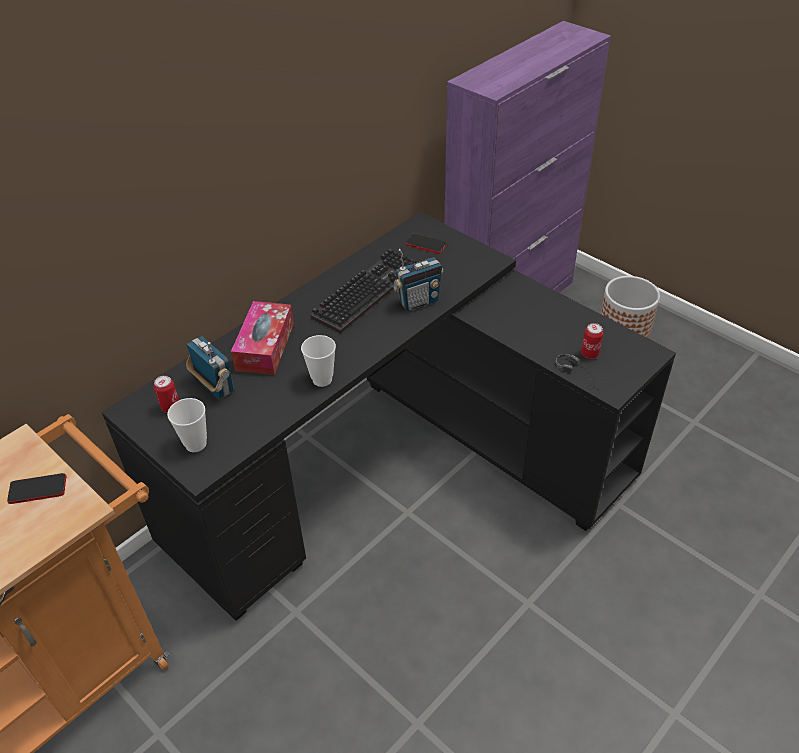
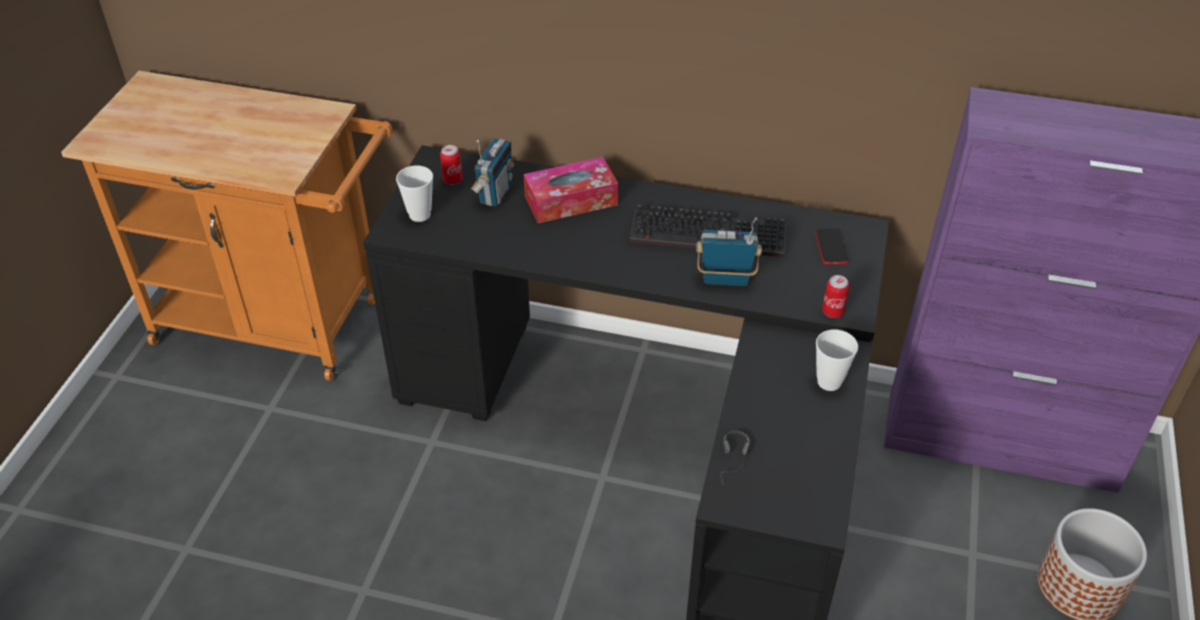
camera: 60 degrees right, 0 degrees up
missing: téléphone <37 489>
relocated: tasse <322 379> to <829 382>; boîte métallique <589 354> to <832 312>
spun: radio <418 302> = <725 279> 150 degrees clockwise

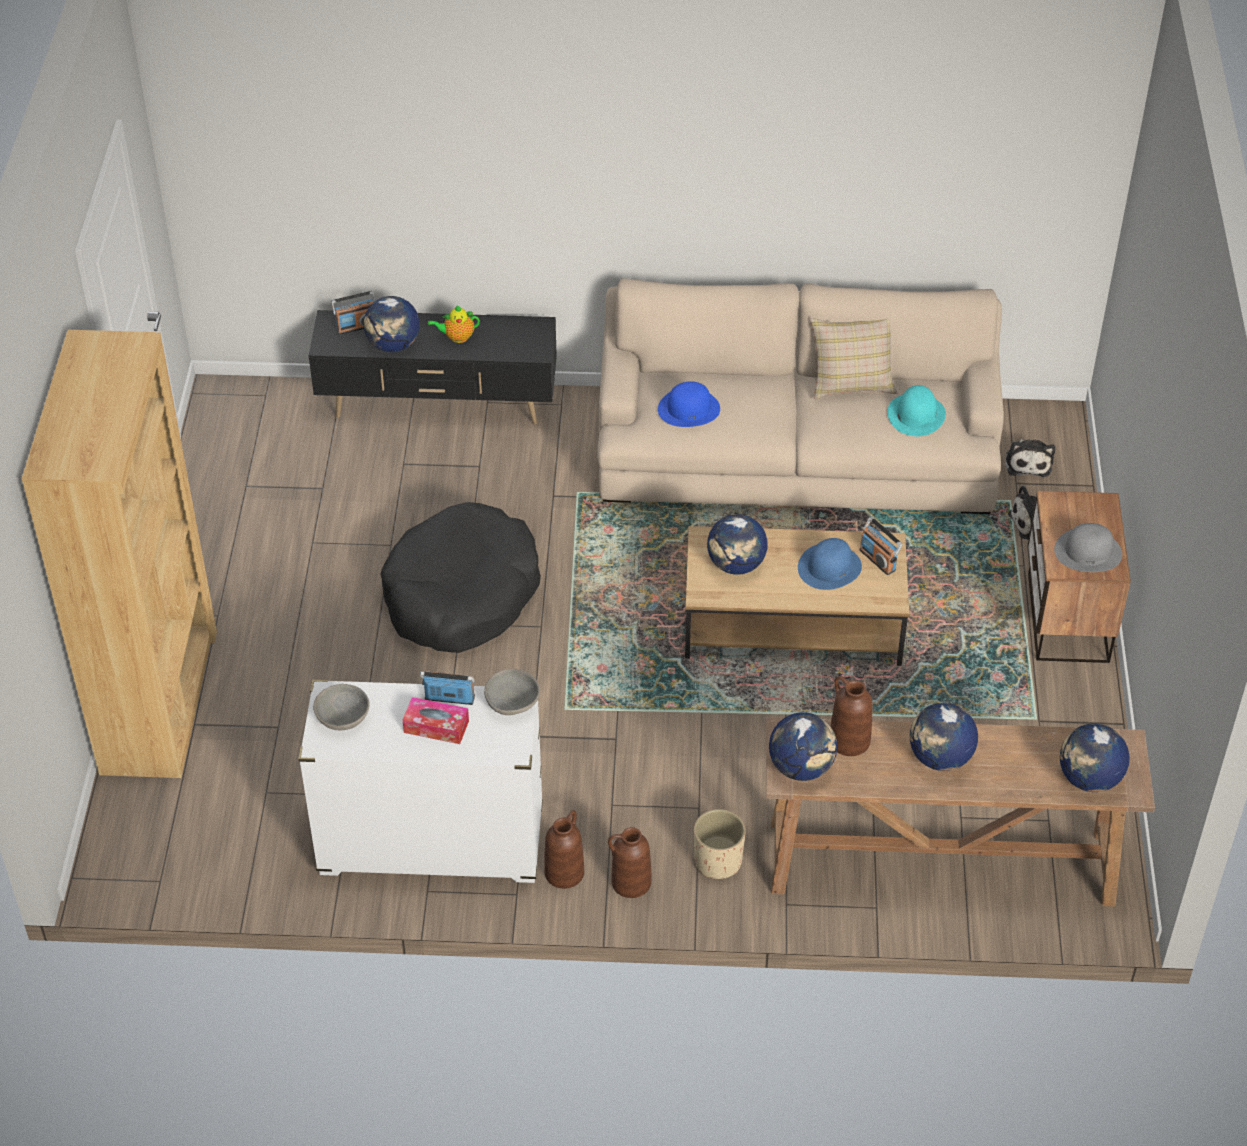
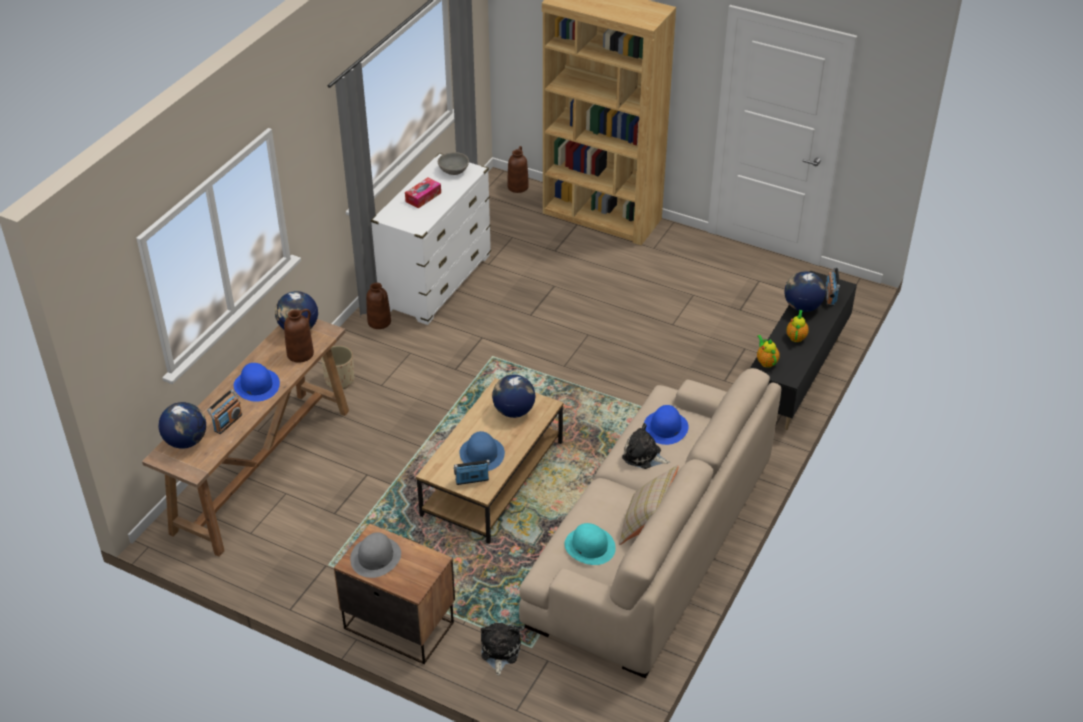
camera: 115 degrees right, 5 degrees down
missing: panier pour chien (noir) <461 595>; bol (gris) <512 704>
appeared: théière <766 361>
relocated: radio <449 698> to <227 422>; vase (marron) <630 882> to <517 186>; peluche <1028 462> to <643 456>
exchanged: globe <940 758> to chapeau (bleu) <256 385>

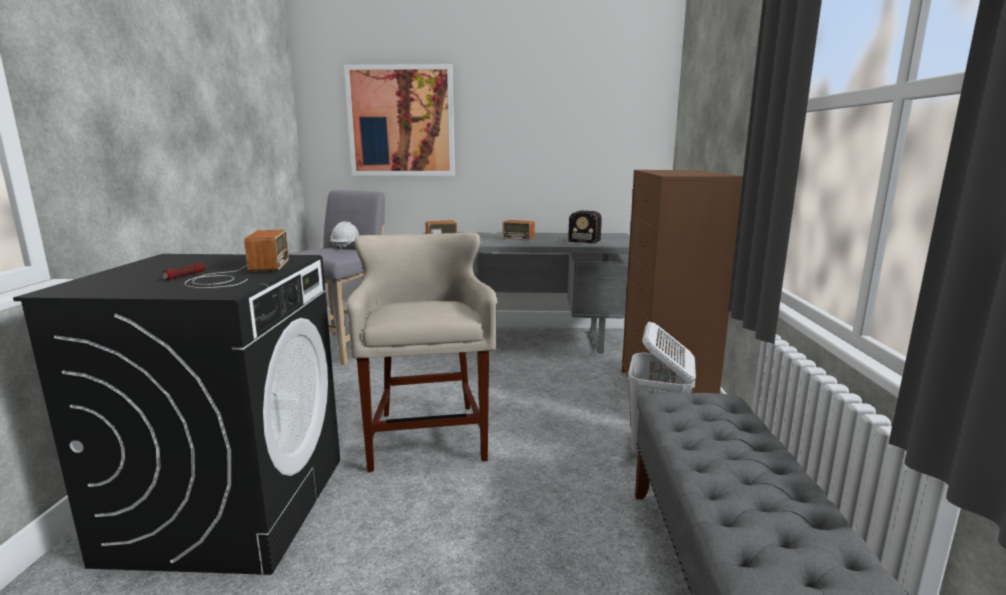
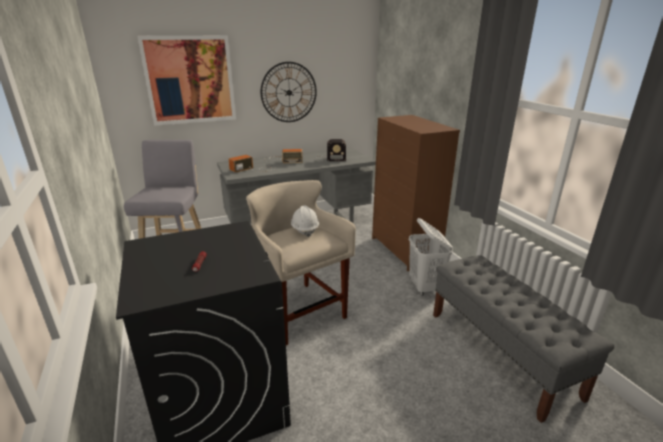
camera: 25 degrees left, 10 degrees up
missing: radio <240 274>
appeared: horloge murale <289 92>
relocated: casque de chantier (blanc) <346 247> to <304 229>

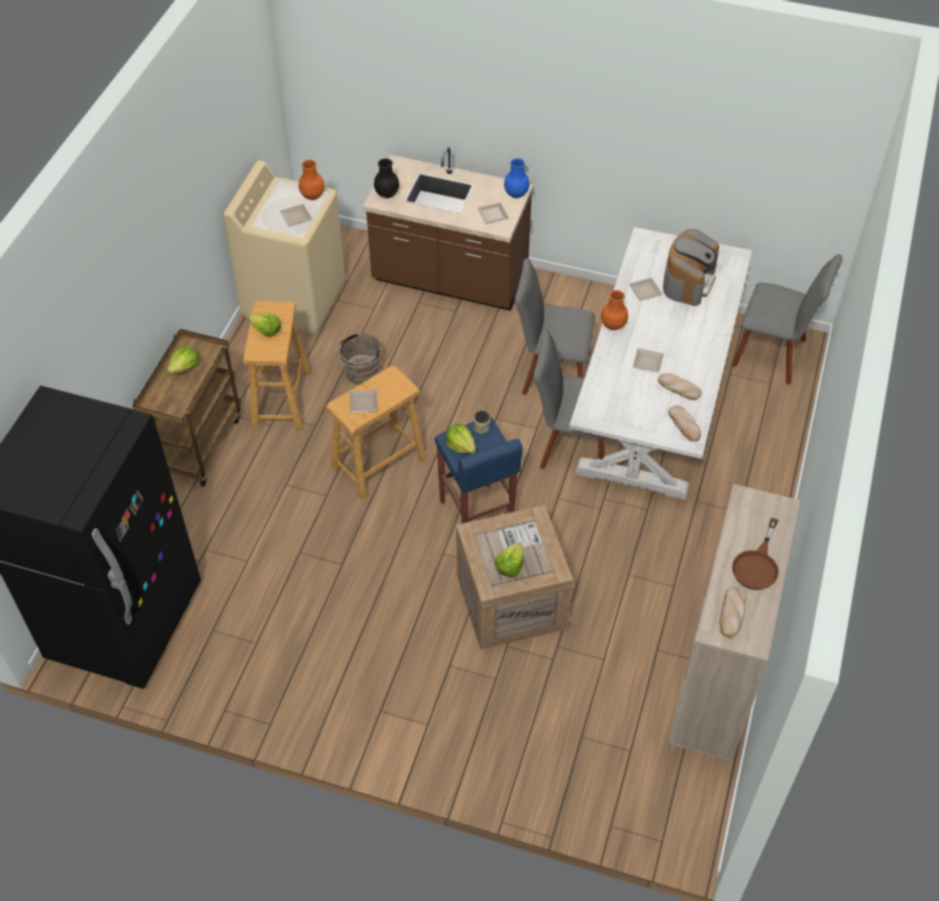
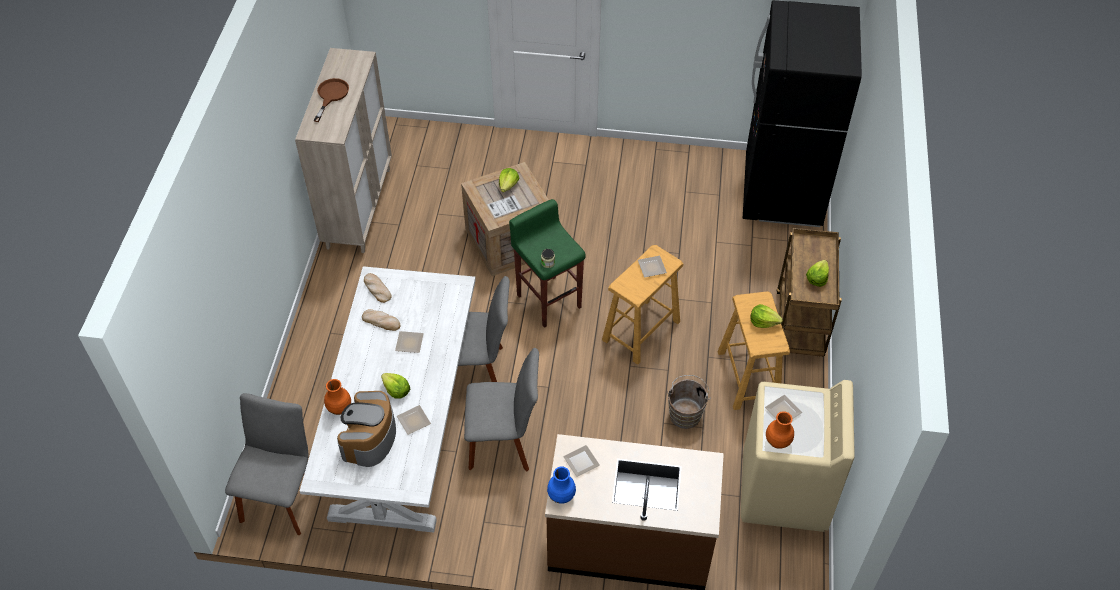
camera: 170 degrees right, 0 degrees up
missing: vase (noir) <387 194>; pain <732 613>
relocated: vase (orange) <613 325> to <339 408>; laitue <461 445> to <396 390>
colour: tabouret (bleu) <476 514> to tabouret (vert) <549 300>
spun: chaise (gris) <773 355> = <282 497> 90 degrees clockwise

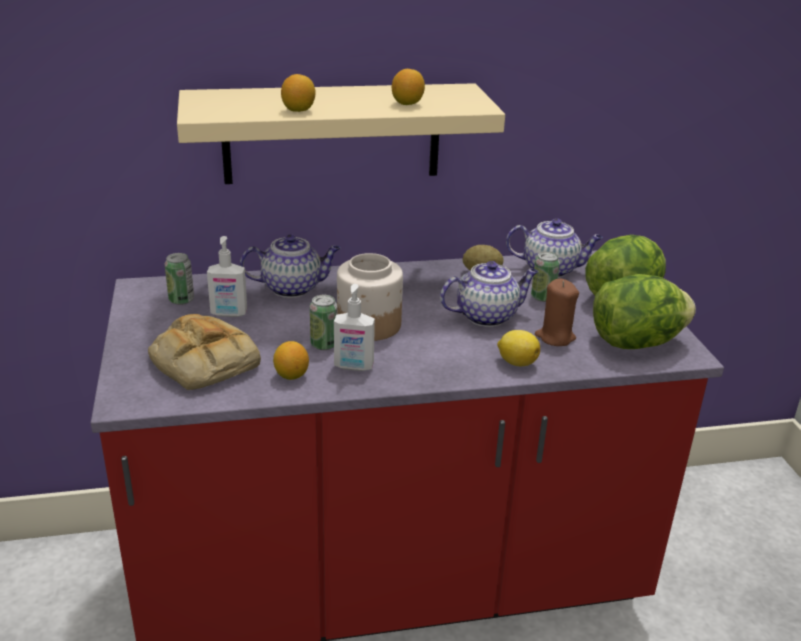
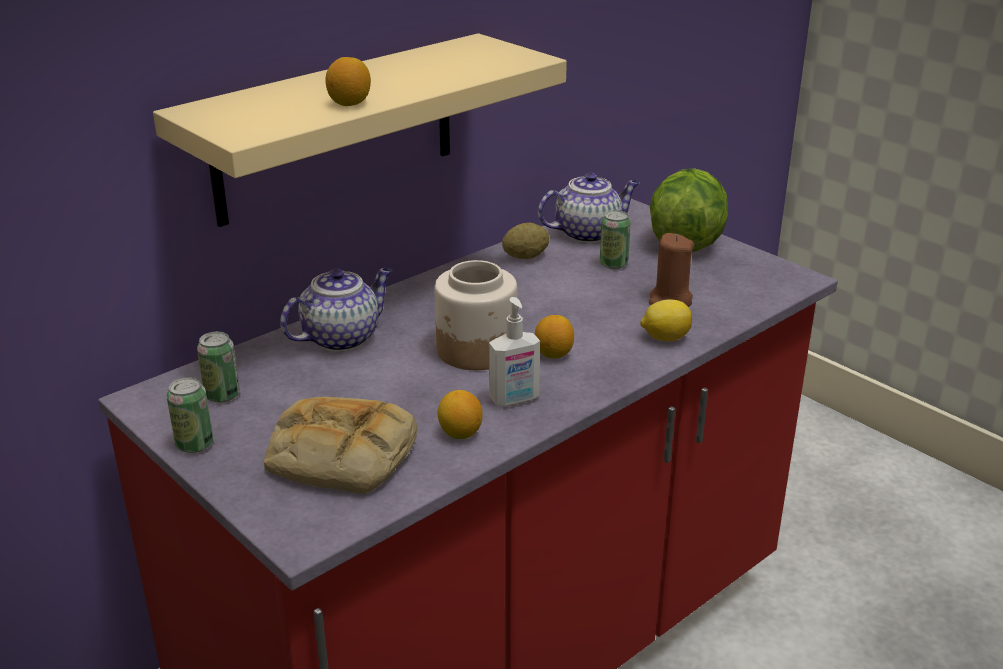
camera: 30 degrees left, 0 degrees up
missing: distributeur de savon <229 314>; théière <487 316>; laitue <636 342>
relocated: boîte métallique <324 345> to <194 445>; citron <407 103> to <553 354>

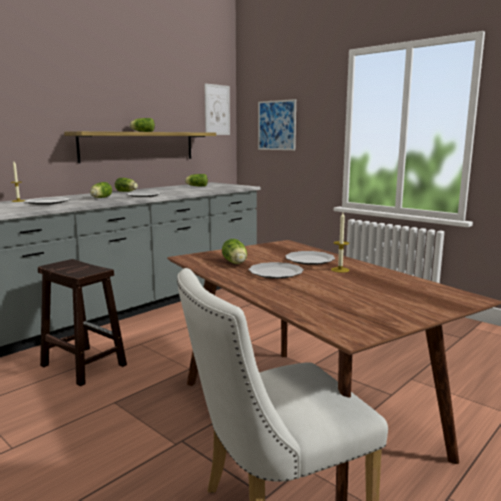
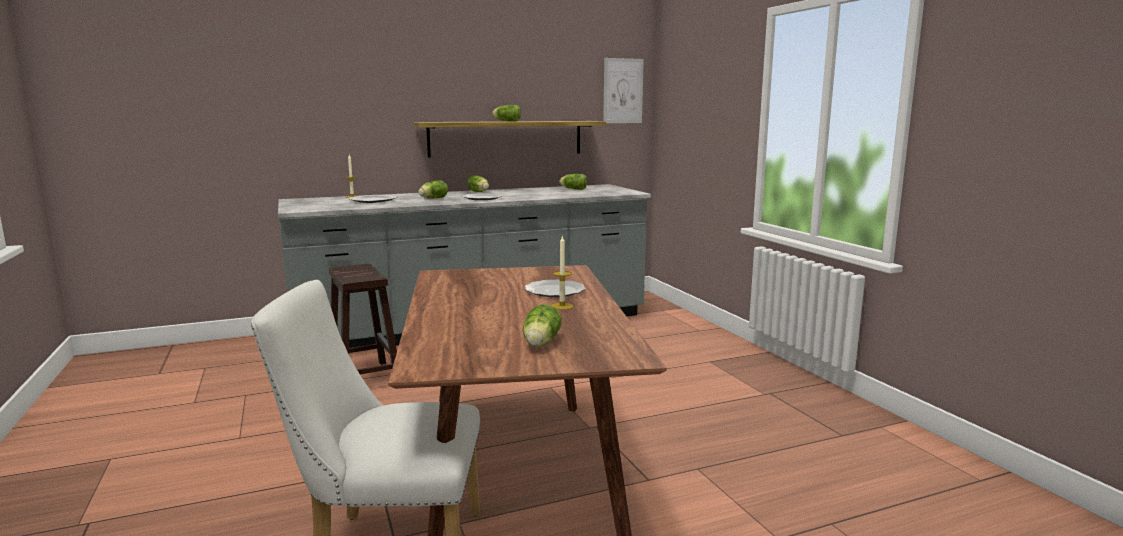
camera: 25 degrees right, 0 degrees up
missing: assiette <276 273>; tableau <276 125>
relocated: laitue <235 263> to <540 344>

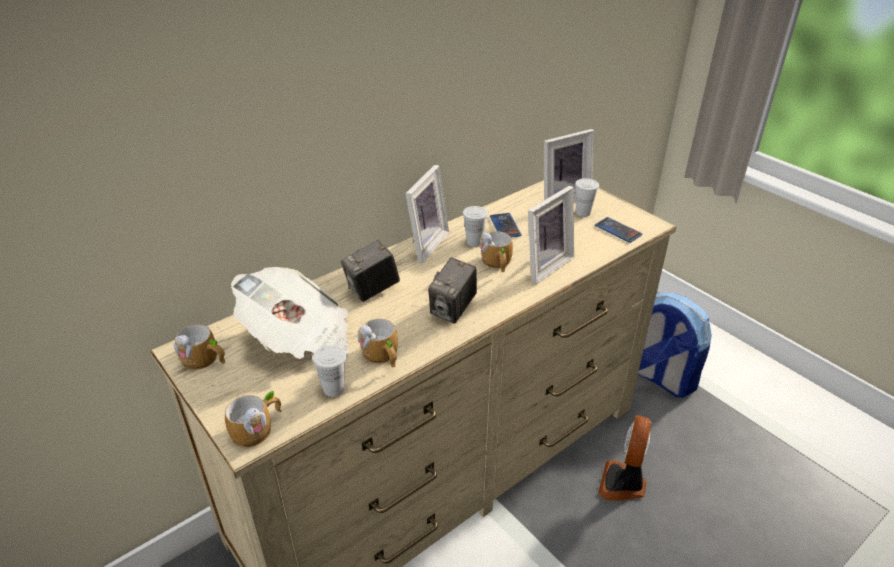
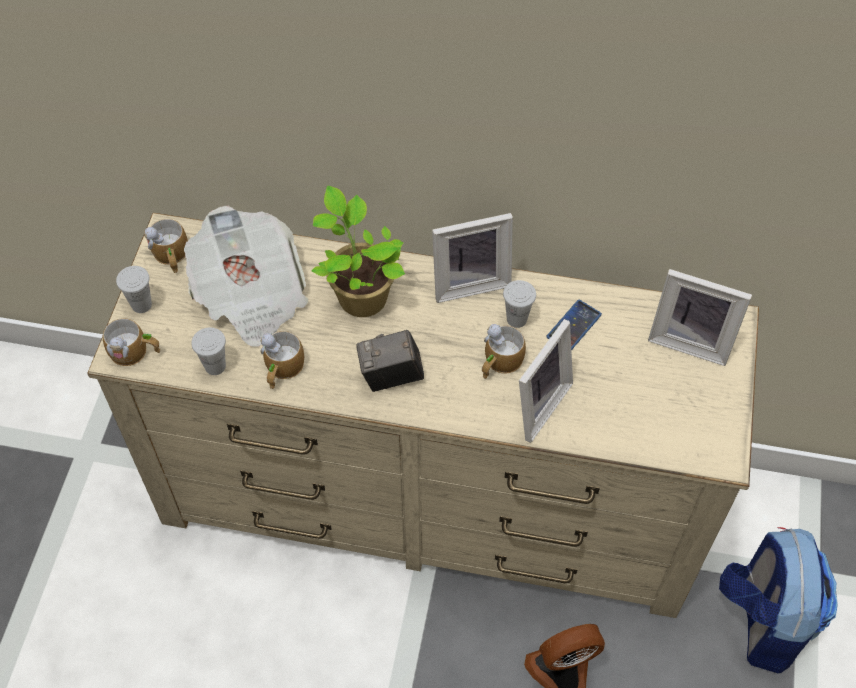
camera: 50 degrees right, 20 degrees up
missing: téléphone <618 230>
relocated: tasse (blanc) <583 212> to <141 304>
exchanged: appareil photo <372 290> to plante en pot <360 295>
spun: cadre photo <543 265> = <535 404> 60 degrees counterclockwise

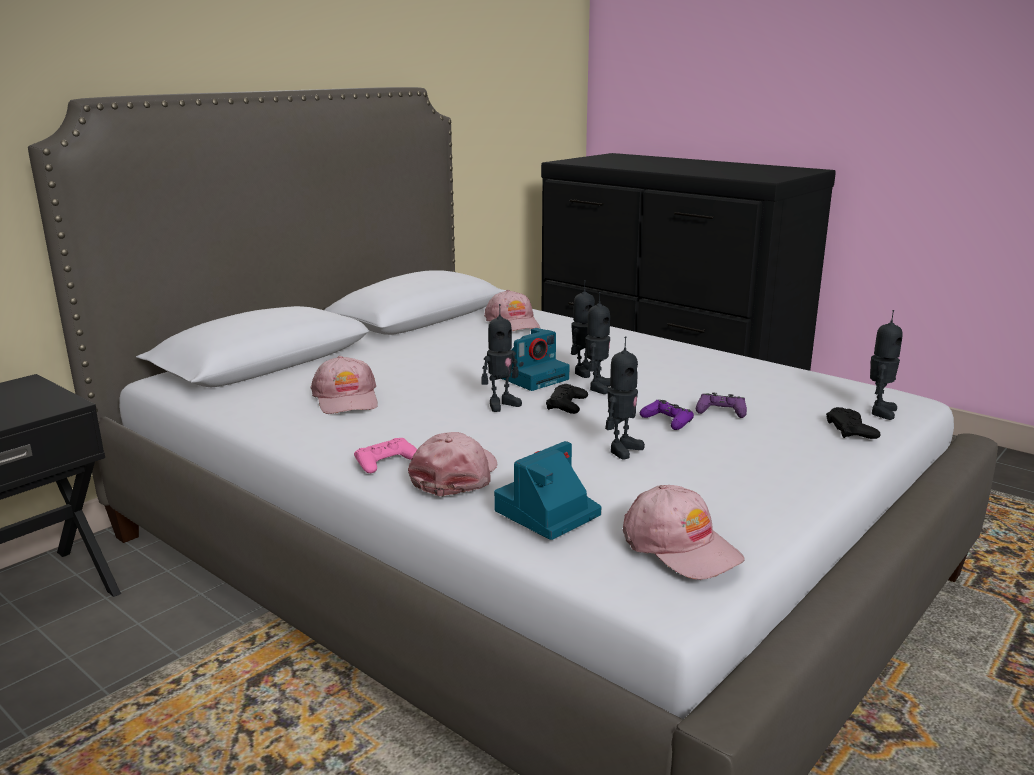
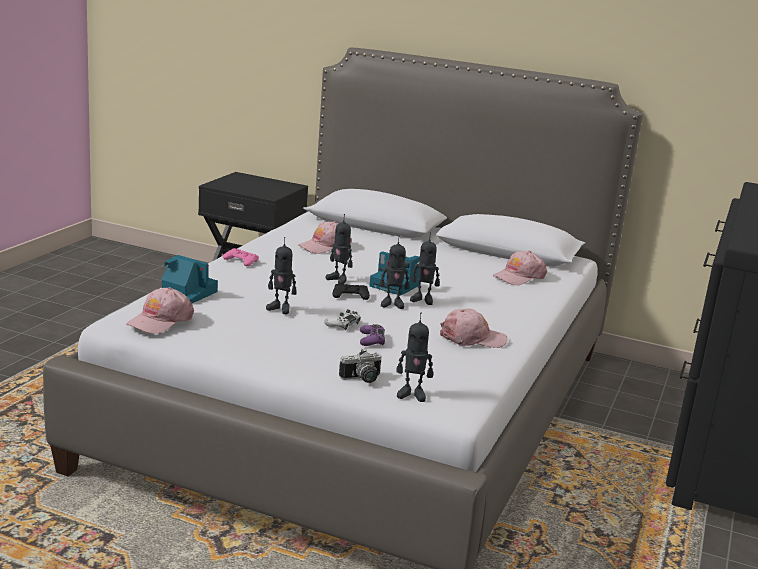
camera: 70 degrees right, 0 degrees up
relocated: casquette (rose) <456 475> to <472 338>
exchanged: manette (noir) <851 429> to appareil photo <362 379>
colour: manette (violet) <667 421> to manette (blanc) <343 324>

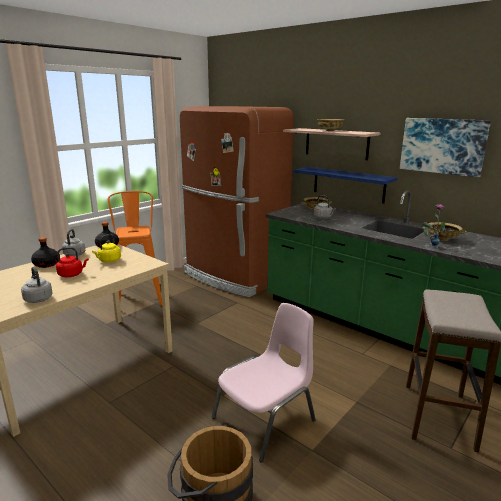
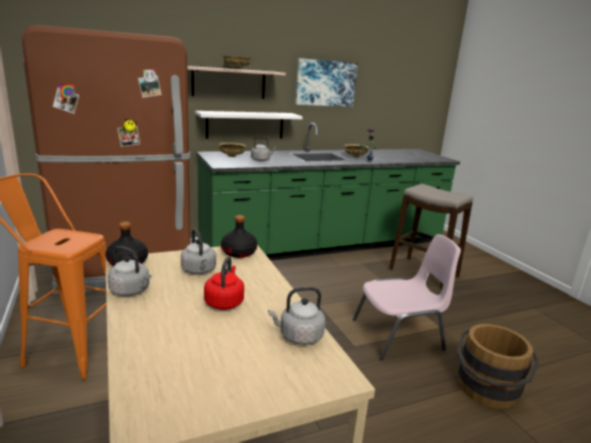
camera: 65 degrees left, 0 degrees up
relocated: bouteille (noir) <47 264> to <239 252>
colour: bouilloire (jaune) <108 261> to bouilloire (gris) <199 271>; étagère (bleu) <348 184> to étagère (blanc) <245 125>
spun: chaise (rose) <266 419> = <399 335> 90 degrees clockwise

